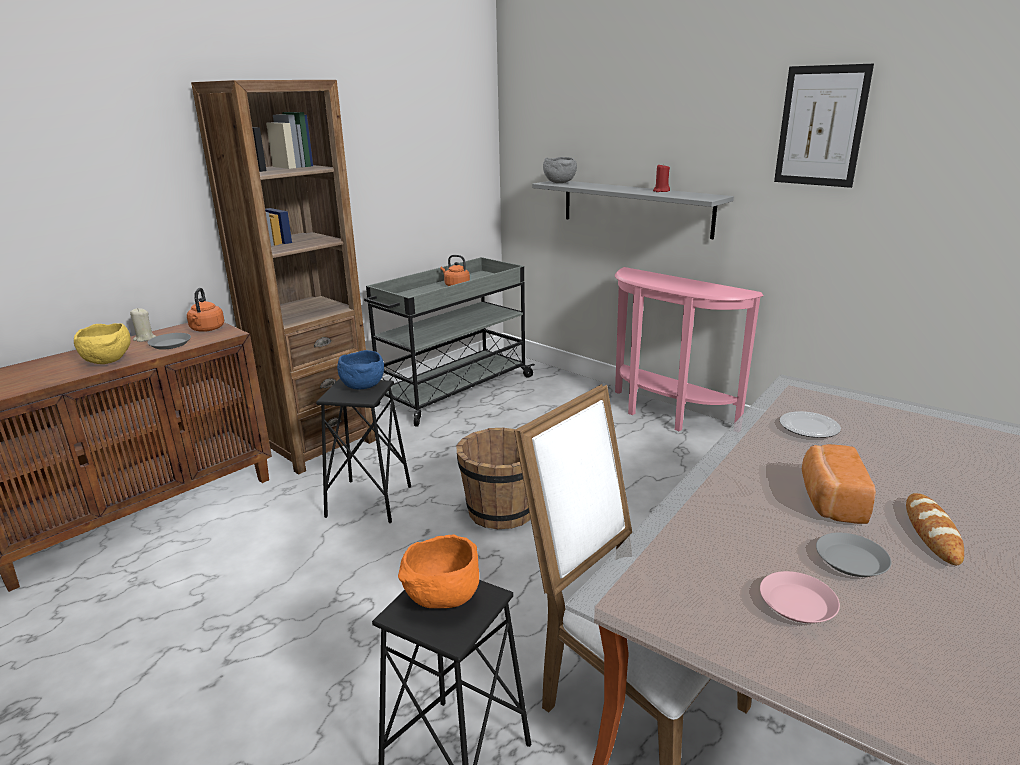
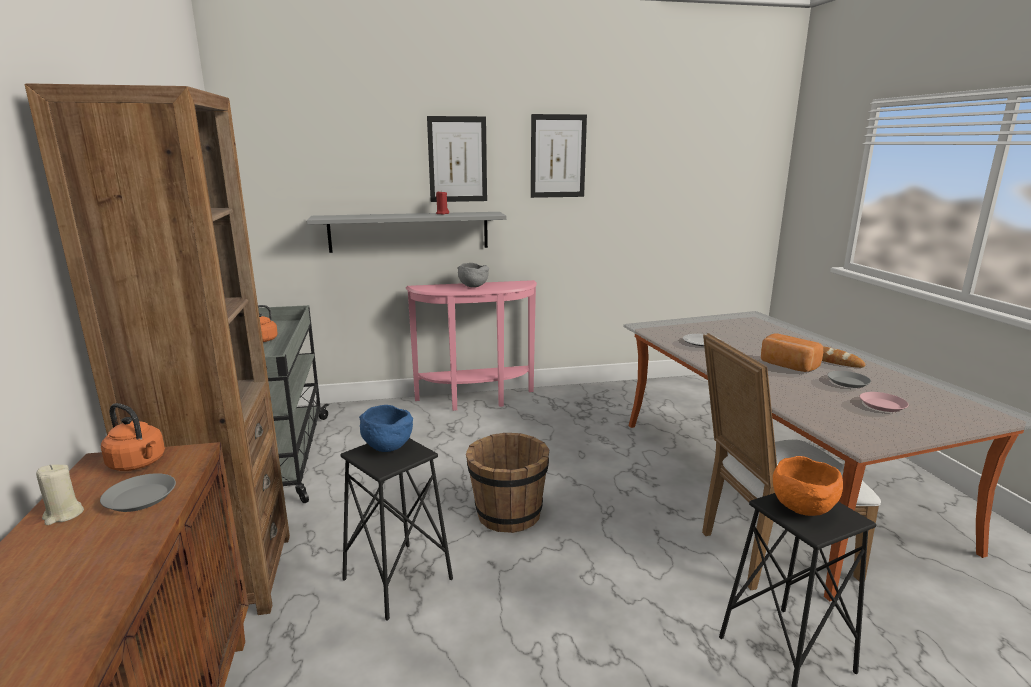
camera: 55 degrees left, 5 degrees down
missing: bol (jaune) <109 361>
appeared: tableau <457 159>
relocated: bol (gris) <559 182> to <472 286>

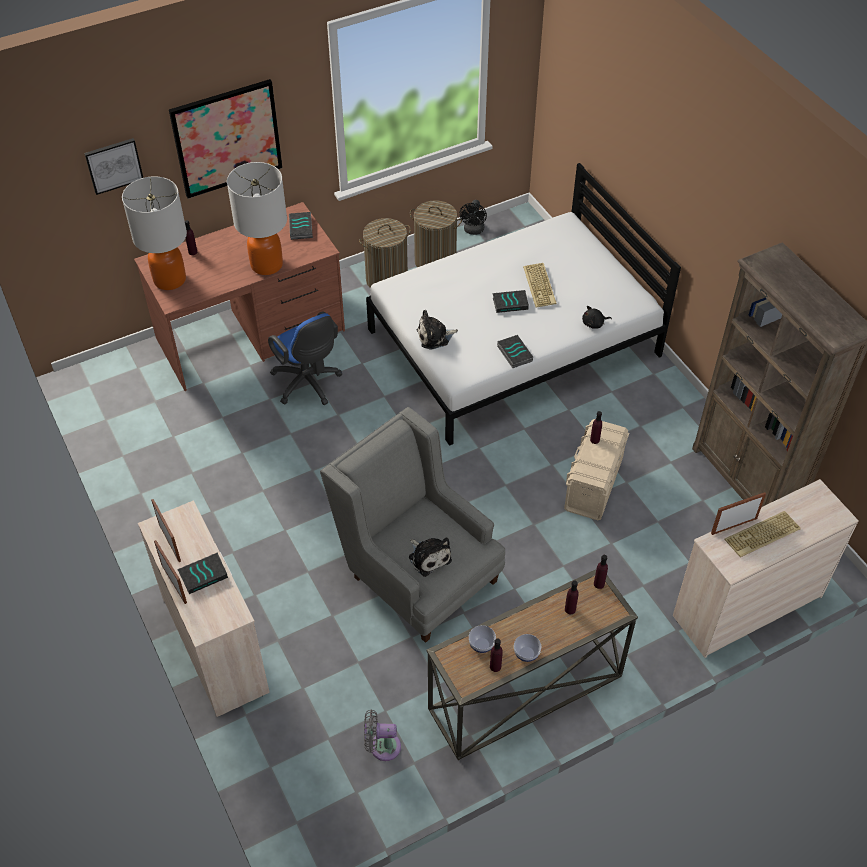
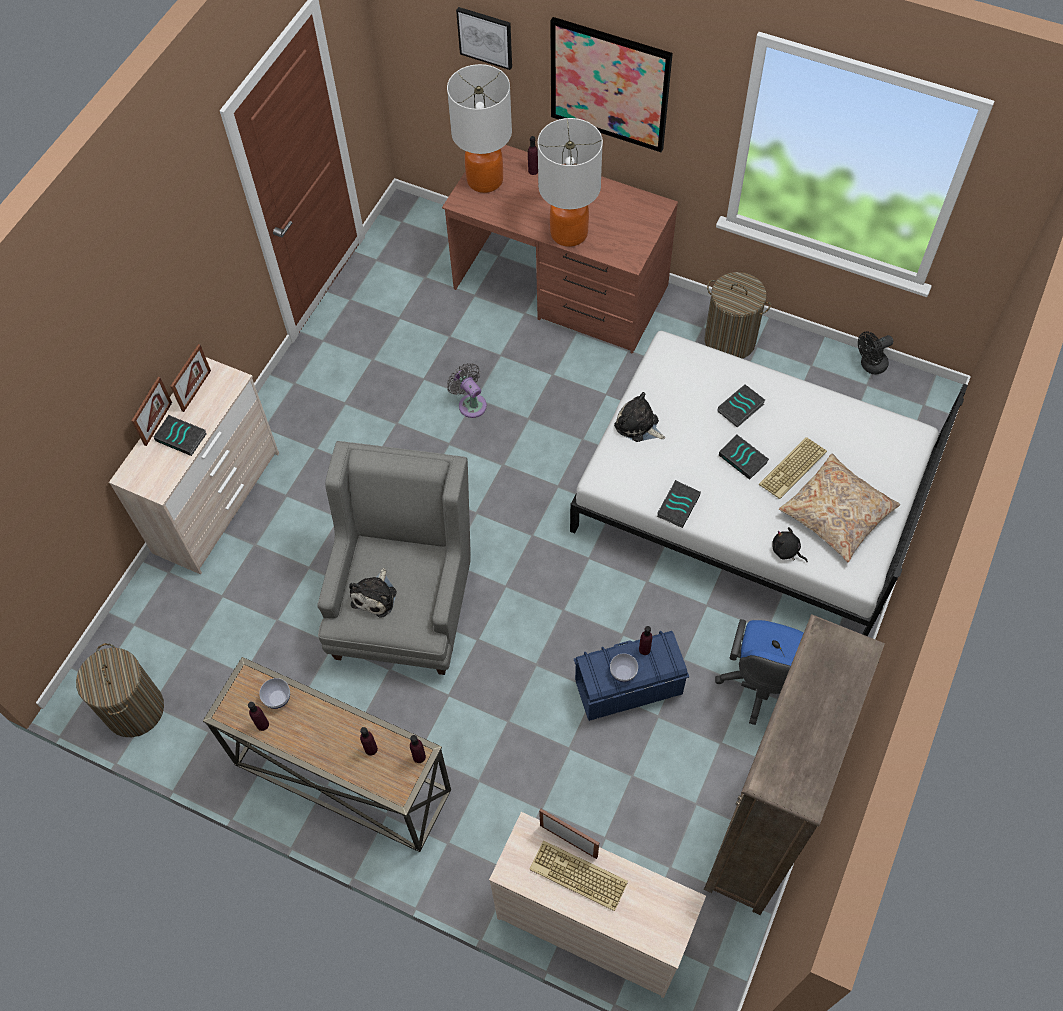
camera: 55 degrees right, 10 degrees up
appeared: coussin (beige) <837 513>
relocated: panier à linge <435 261> to <134 709>; ventilateur (gris) <382 746> to <470 403>; bol <526 654> to <623 673>; chaise de bureau (bleu) <308 385> to <761 685>; livre <301 228> to <741 408>
colour: boîte de rangement (beige) <593 485> to boîte de rangement (bleu) <627 687>

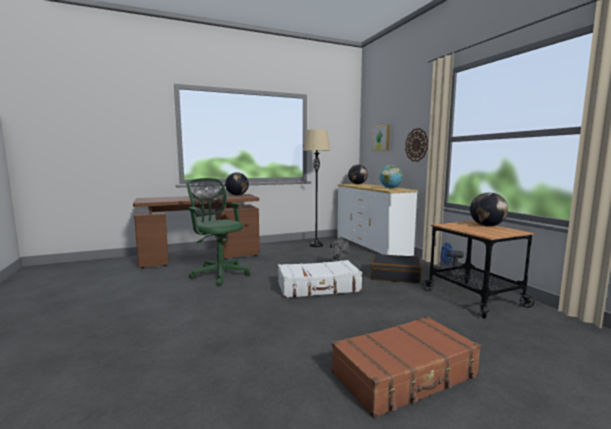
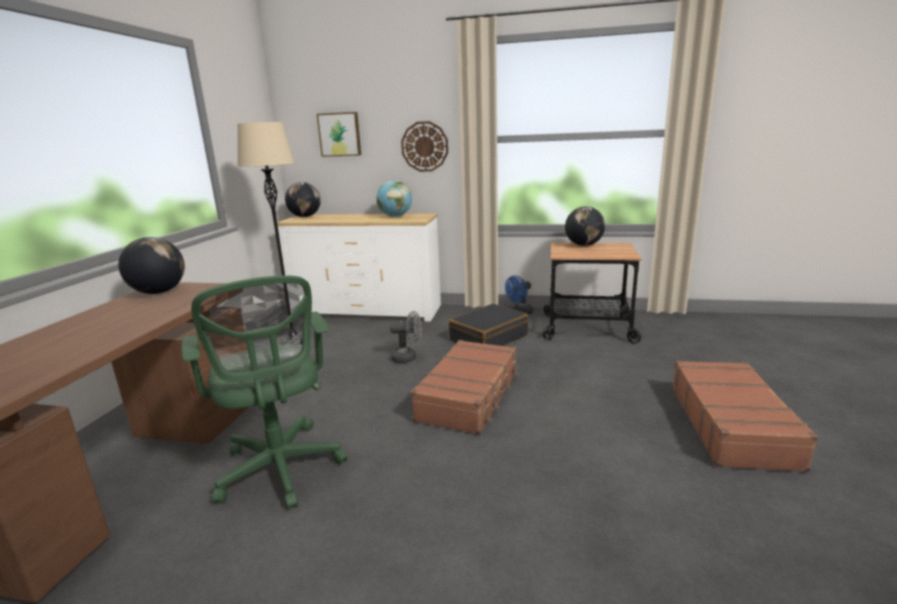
camera: 55 degrees left, 10 degrees up
colour: valise (blanc) <319 287> to valise (marron) <469 396>
spun: chaise de bureau (vert) <219 273> = <281 471> 105 degrees counterclockwise

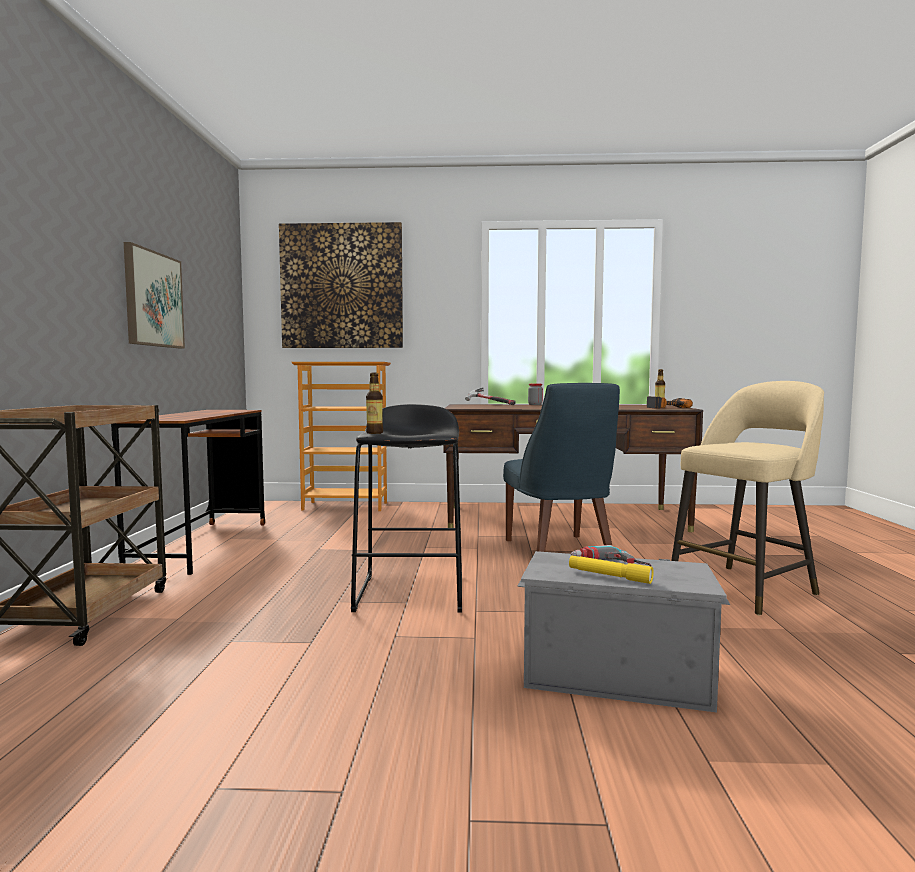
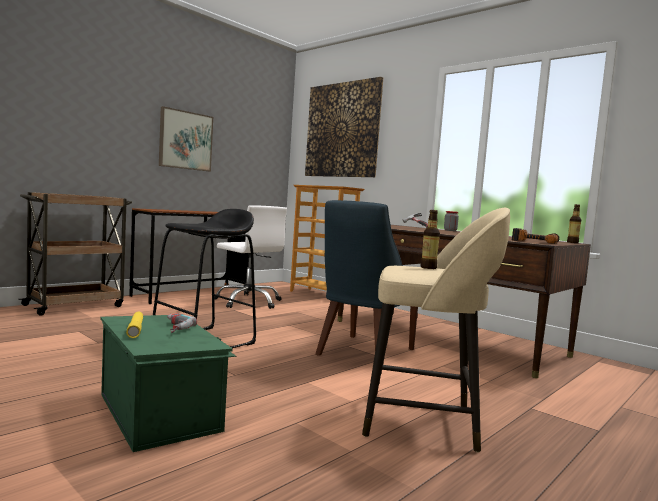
camera: 40 degrees right, 0 degrees up
appeared: chaise de bureau (blanc) <248 302>
relocated: bouteille <374 433> to <428 268>
colour: boîte de rangement (gris) <614 671> to boîte de rangement (vert) <160 411>

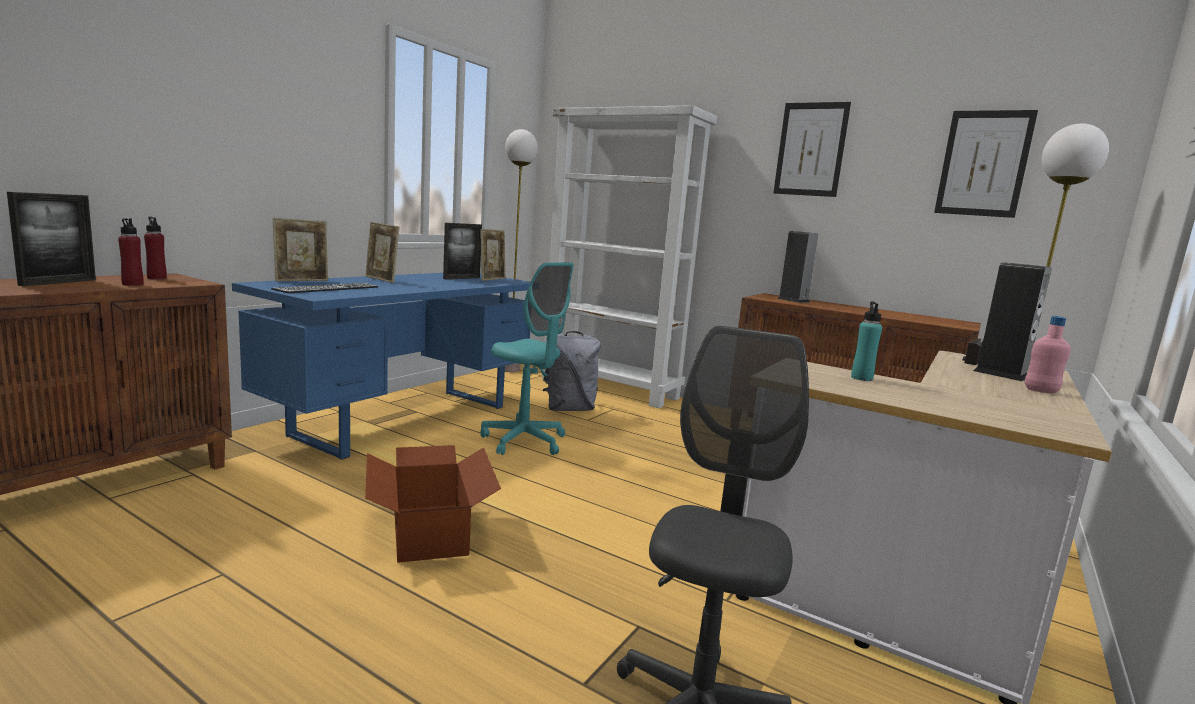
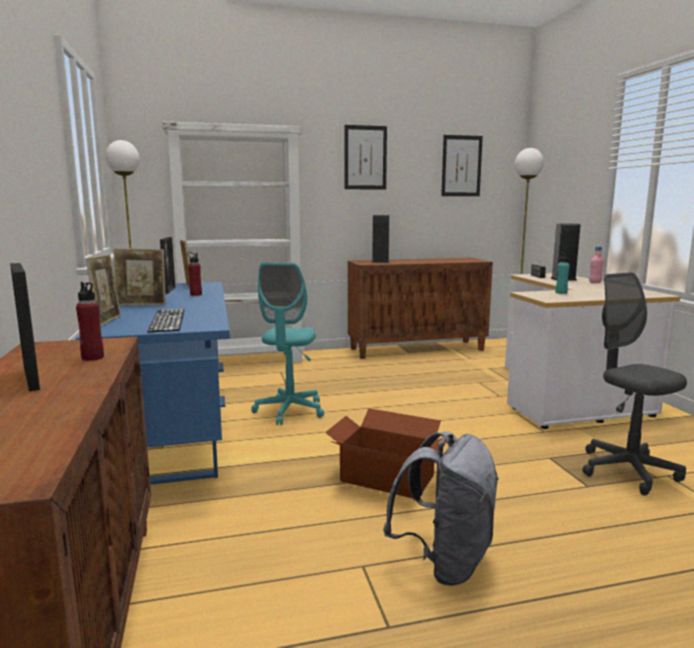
camera: 45 degrees left, 0 degrees up
relocated: bouteille (rouge) <157 278> to <196 294>; sac à dos (gris) <569 409> to <444 562>
spun: chaise de bureau (turquoise) <524 441> = <290 411> 105 degrees clockwise

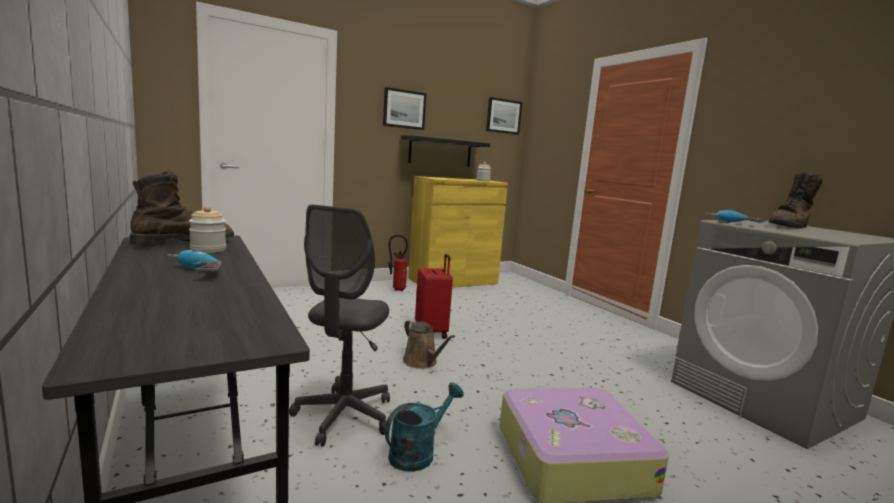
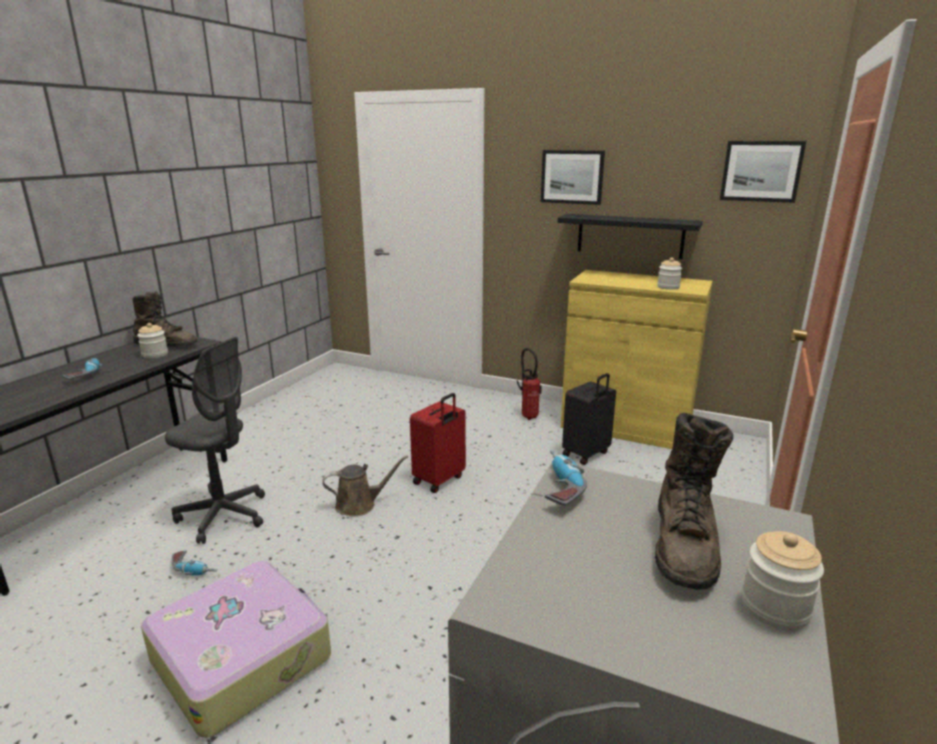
camera: 55 degrees right, 10 degrees up
appeared: valise (noir) <586 454>; bocal <774 607>
exchanged: arrosoir (turquoise) <418 452> to perceuse <195 569>
spun: chaise de bureau (gris) <344 416> = <223 516> 135 degrees counterclockwise; arrosoir (marron) <422 362> = <359 505> 120 degrees counterclockwise; botte (marron) <790 227> = <685 544> 90 degrees counterclockwise

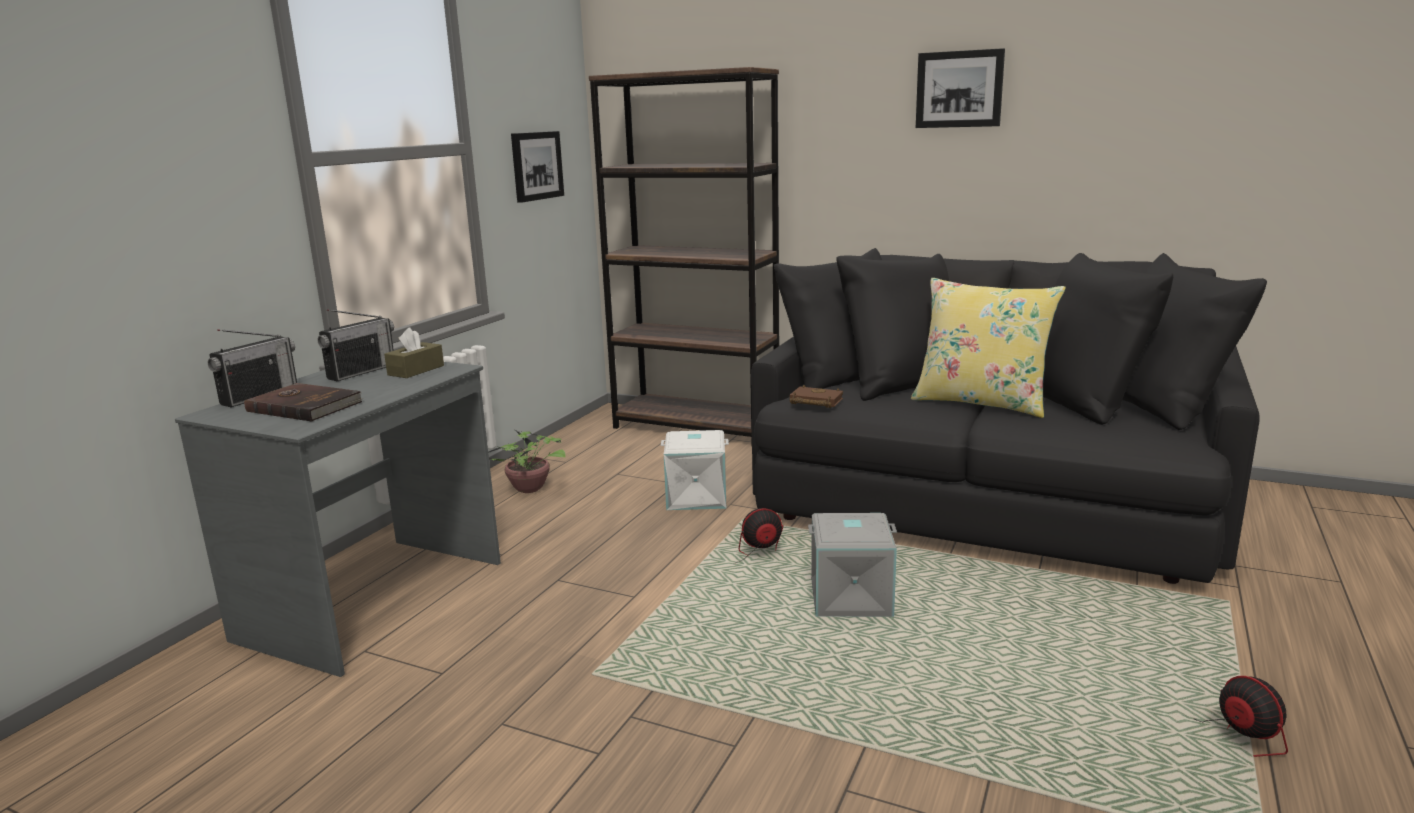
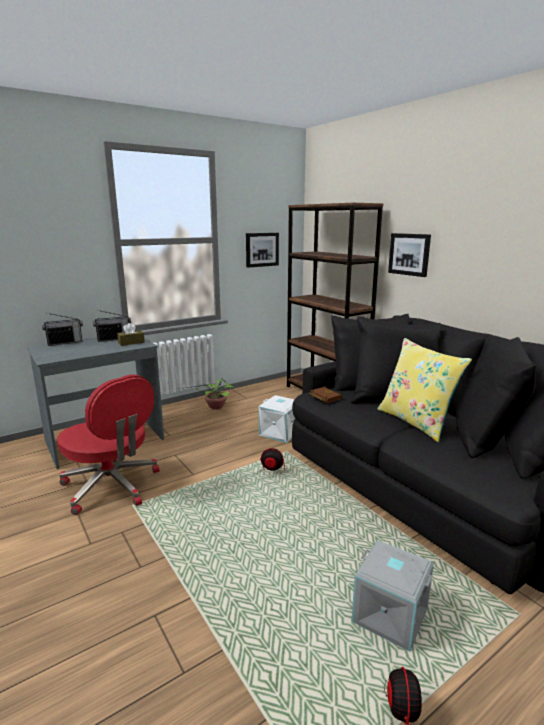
camera: 30 degrees right, 0 degrees up
missing: livre (marron) <305 406>
appeared: chaise de bureau (rouge) <112 486>
relocated: boîte de rangement (gris) <850 599> to <389 616>; tableau <959 89> to <409 254>

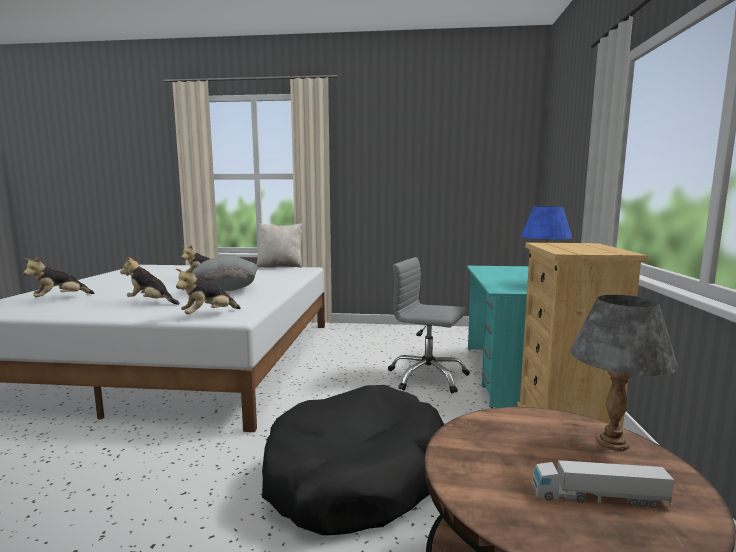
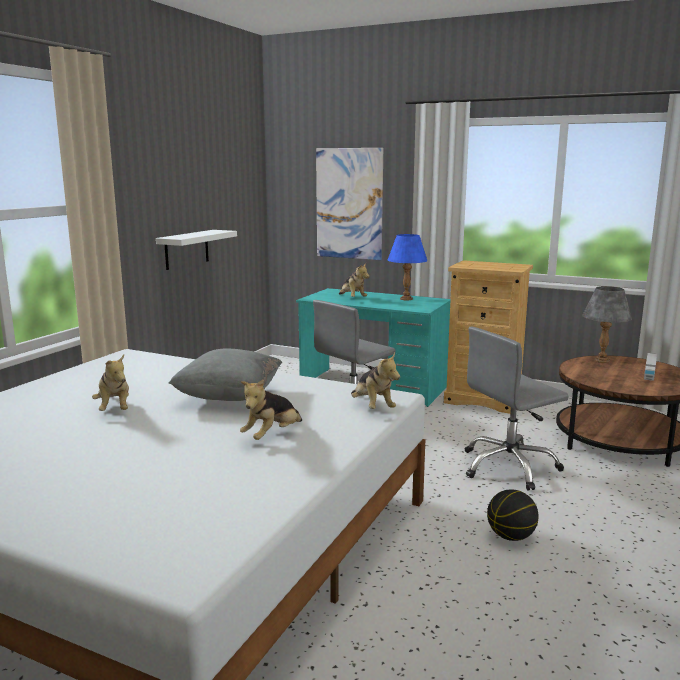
camera: 70 degrees left, 5 degrees up
missing: coussin (beige) <280 266>
appeared: étagère (blanc) <187 249>; tableau <349 204>; ballon de basket <511 536>
relocated: peluche <60 299> to <352 298>
exchanged: panier pour chien (noir) <356 476> to chaise de bureau (gris) <509 467>

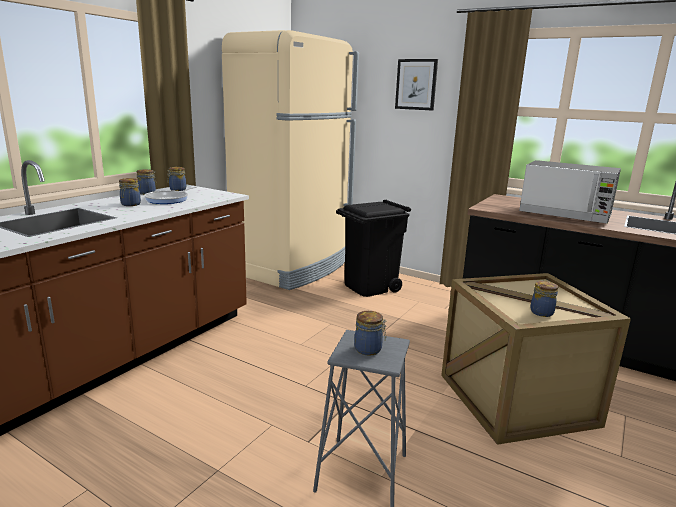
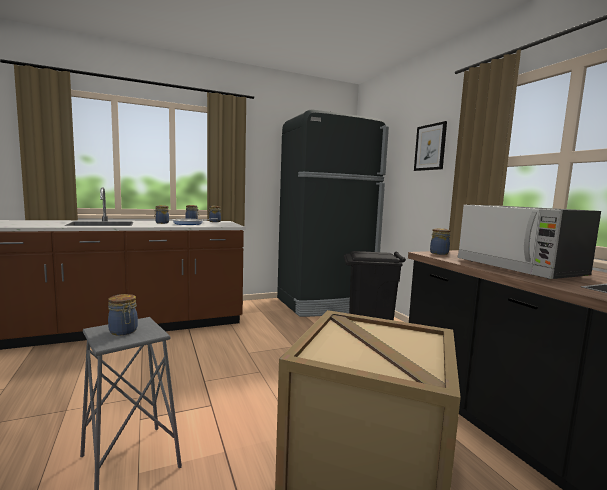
camera: 35 degrees right, 10 degrees down
relocated: bocal <541 312> to <439 253>
colour: réfrigérateur (beige) <292 268> to réfrigérateur (noir) <326 304>

